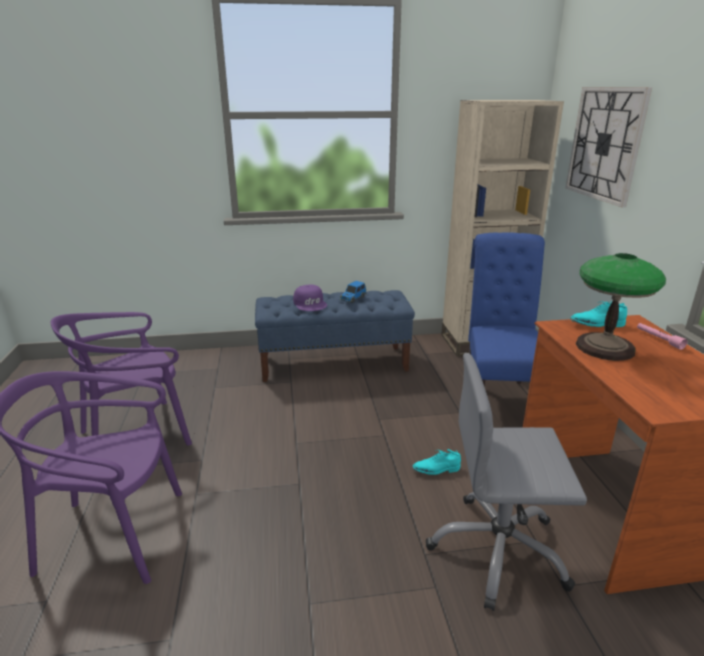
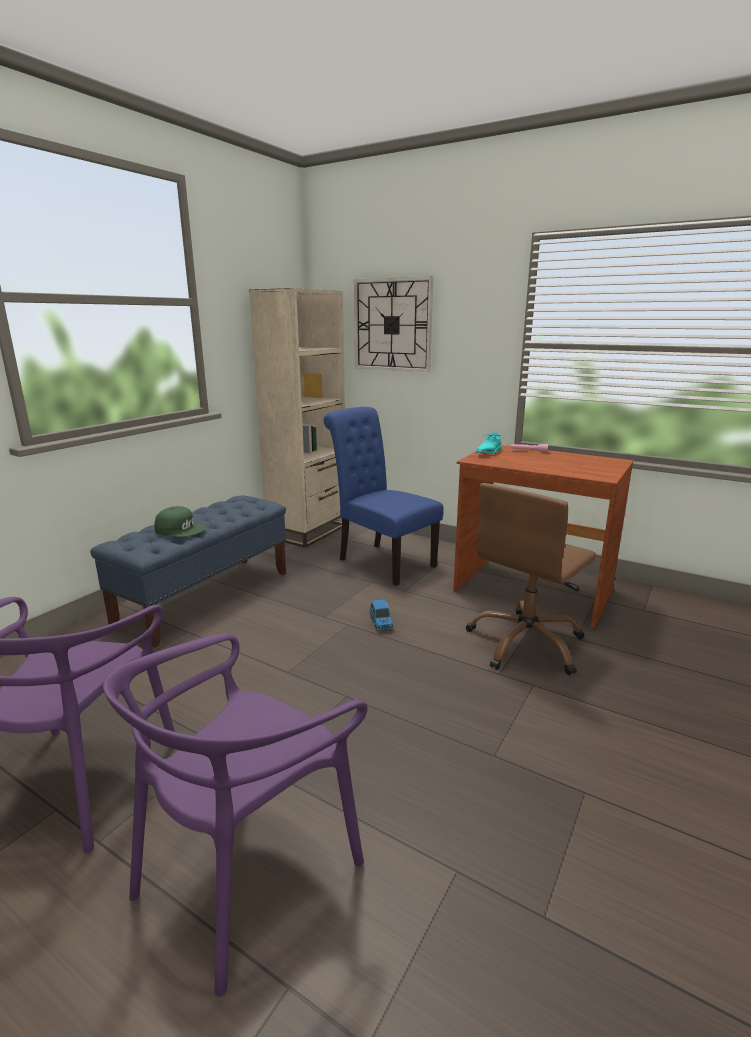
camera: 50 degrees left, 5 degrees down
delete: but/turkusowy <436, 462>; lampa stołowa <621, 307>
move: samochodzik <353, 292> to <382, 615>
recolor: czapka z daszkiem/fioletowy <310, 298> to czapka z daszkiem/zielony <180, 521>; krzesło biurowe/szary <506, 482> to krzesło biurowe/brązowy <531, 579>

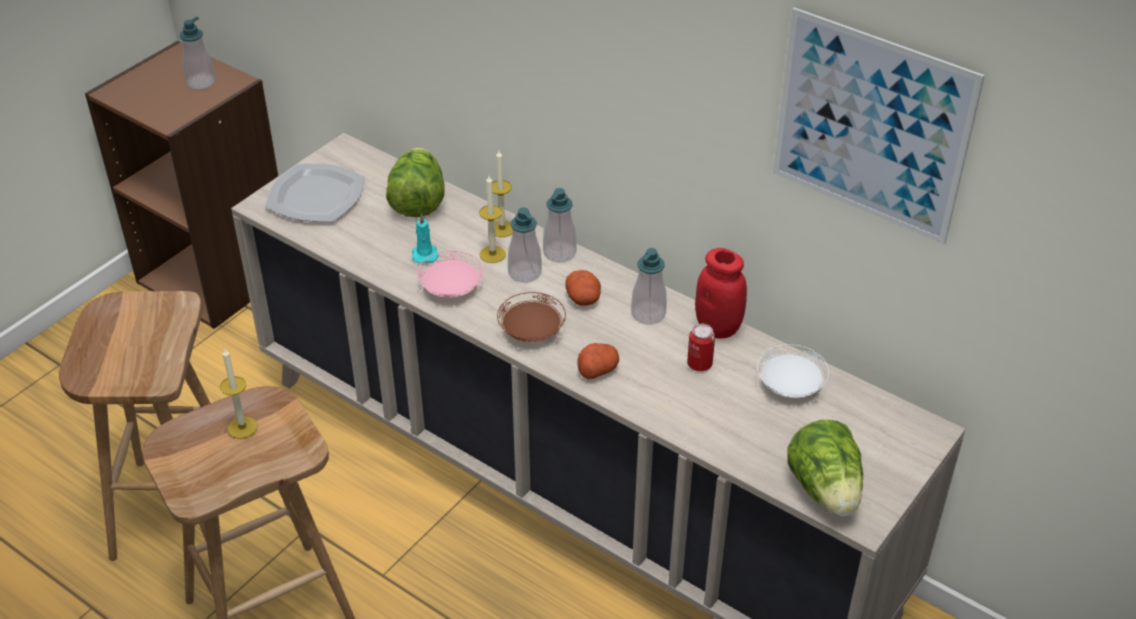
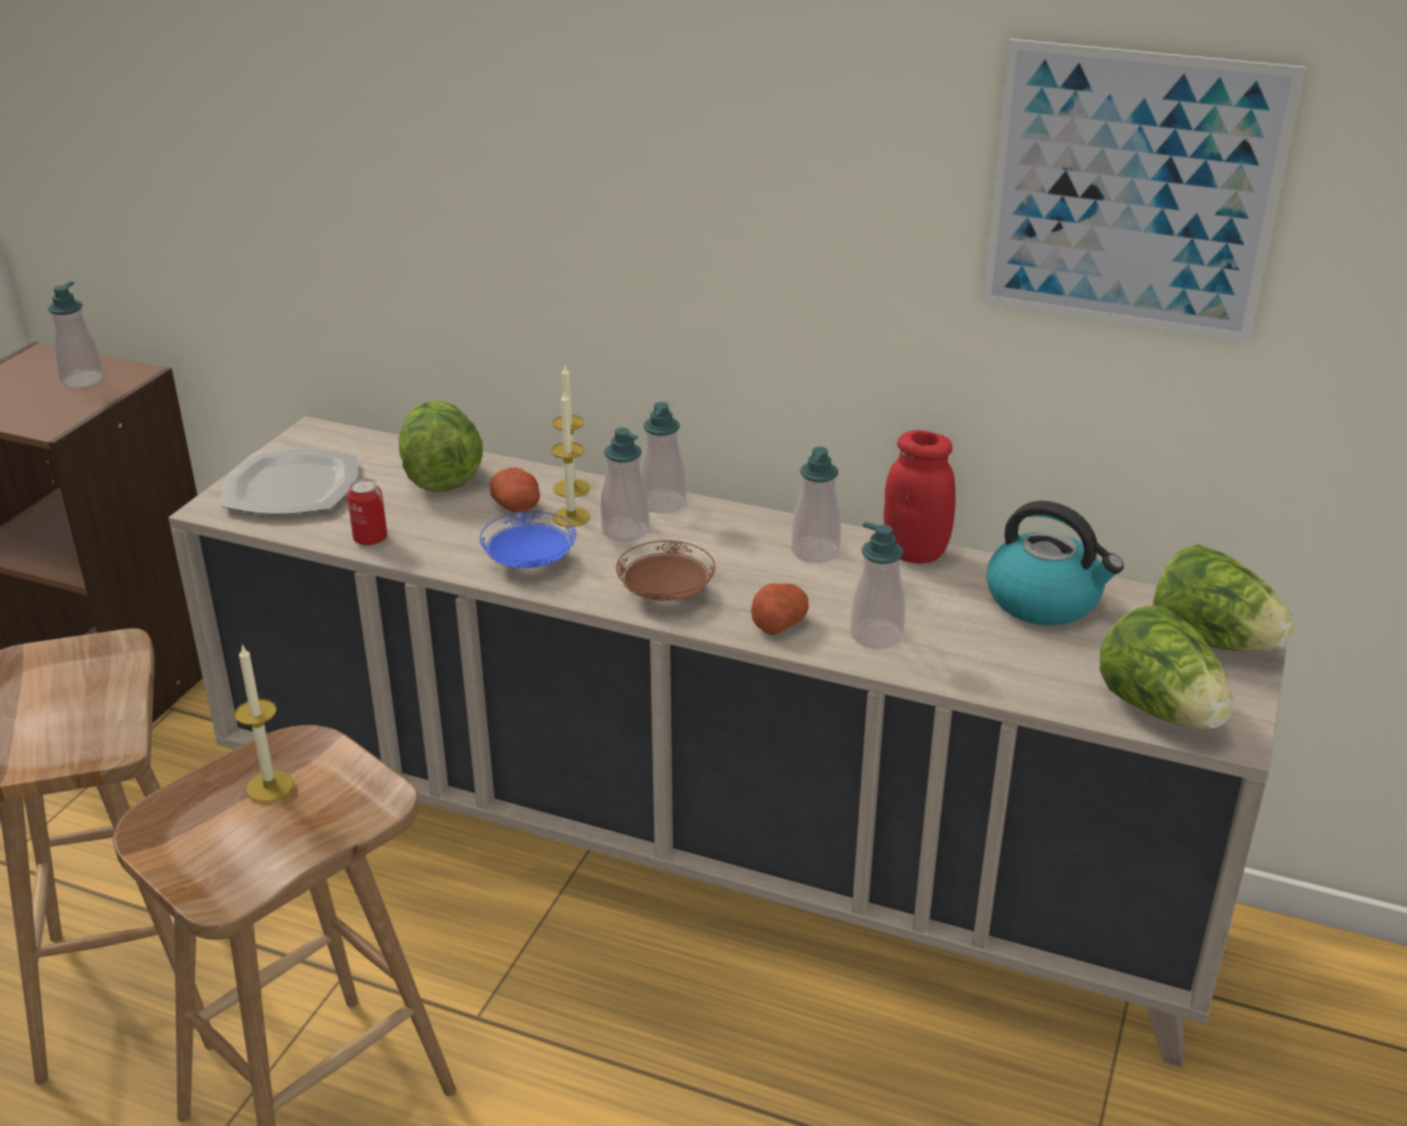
camera: 15 degrees left, 10 degrees down
delete: świeca/turkusowy <425, 239>
insert: dozownik mydła <877, 585>; sałata <1224, 597>
move: ziemniak <583, 288> to <515, 490>; puszka <701, 347> to <367, 512>
replace: talerz/biały <793, 371> to czajnik <1055, 563>
recolor: talerz/różowy <450, 274> to talerz/niebieski <528, 539>

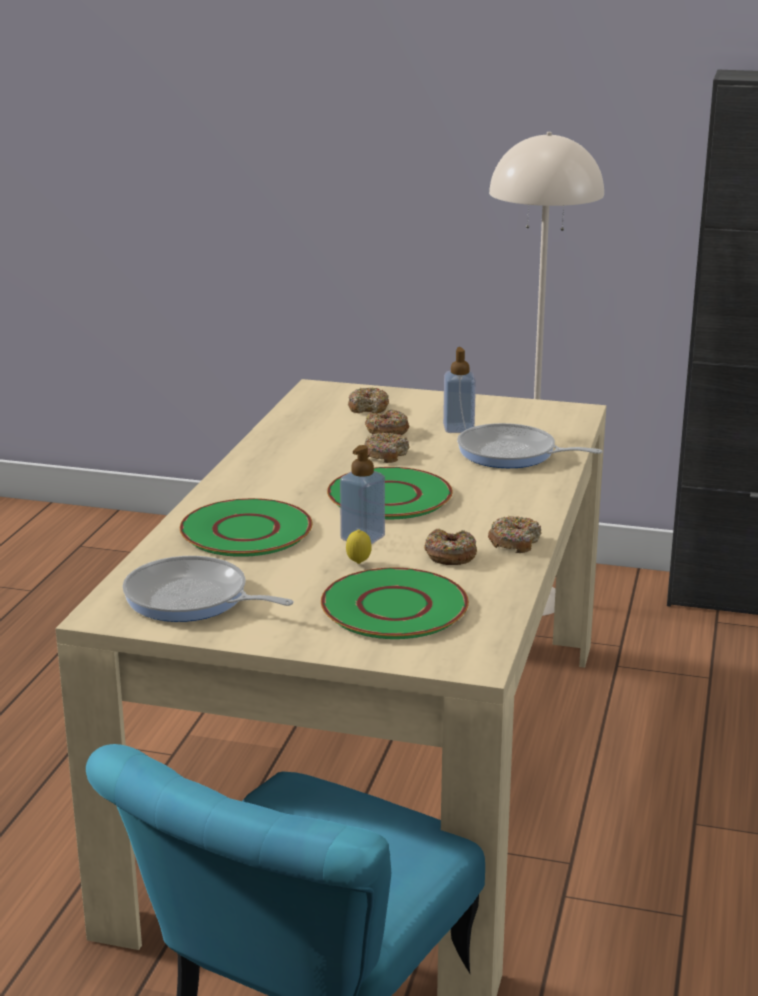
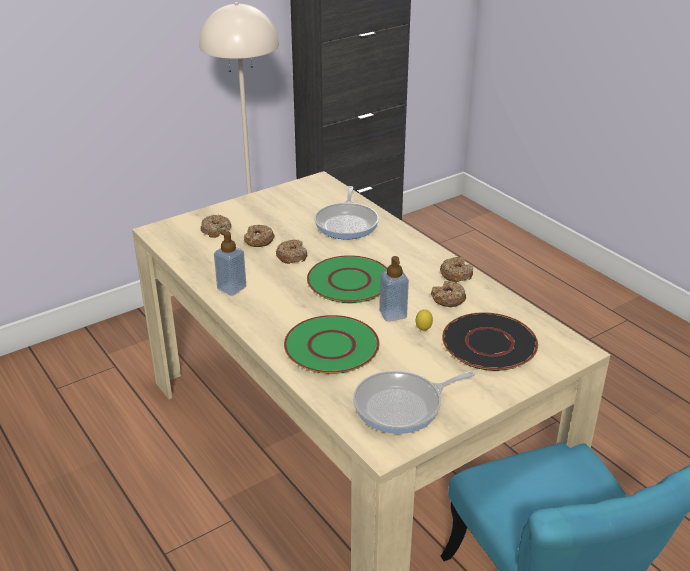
camera: 50 degrees left, 10 degrees up
move: dozownik mydła <459, 390> to <230, 263>
recolor: talerz/zielony <395, 603> to talerz/czarny <490, 341>
rotate: patelnia <530, 445> = <347, 212> 60 degrees counterclockwise

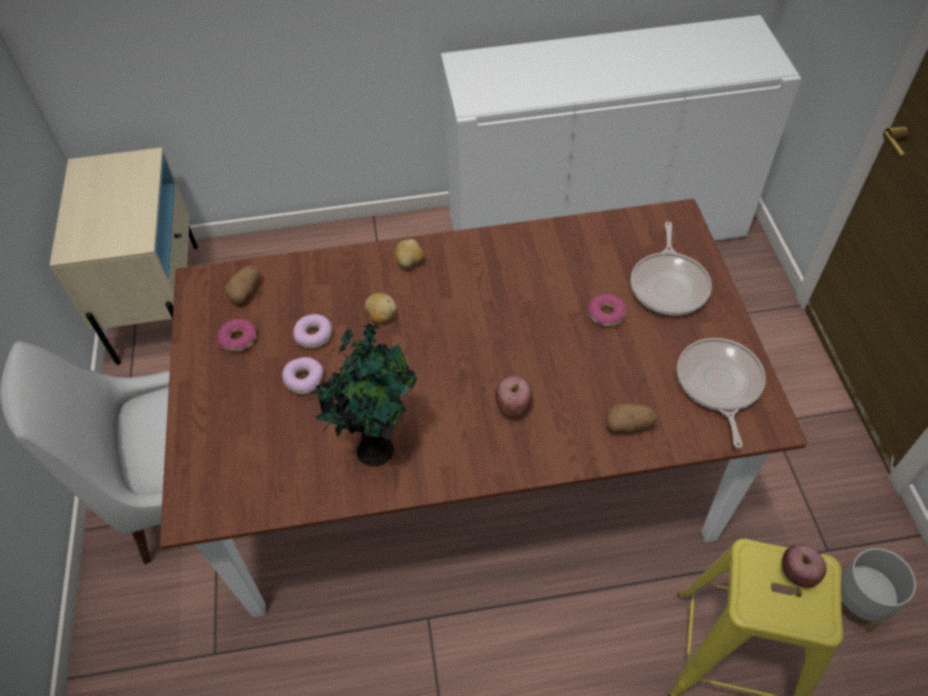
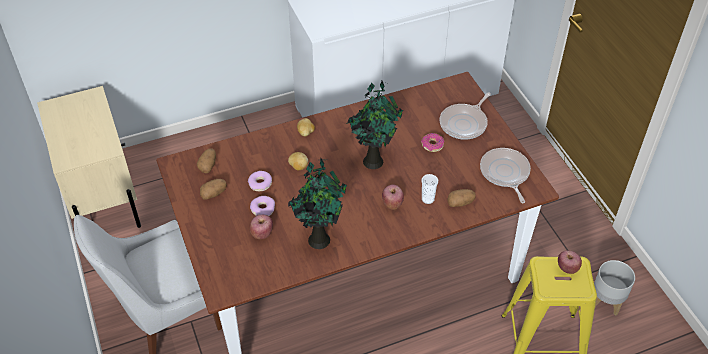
camera: 15 degrees left, 5 degrees down
insert: jabłko <261, 227>; roślina doniczkowa <374, 125>; filiżanka <429, 189>
replace: donut <236, 335> to ziemniak <213, 189>
rotate: patelnia <671, 269> = <465, 116> 45 degrees clockwise

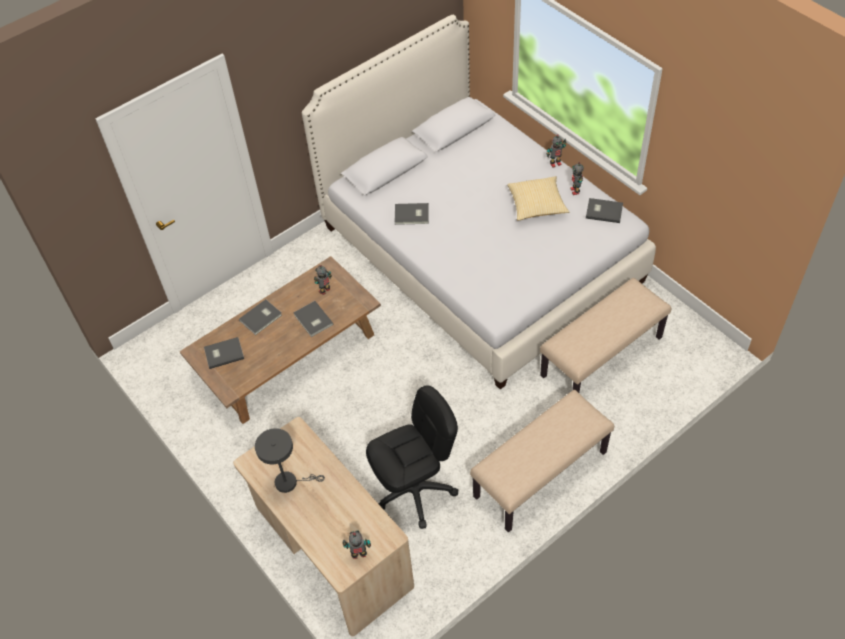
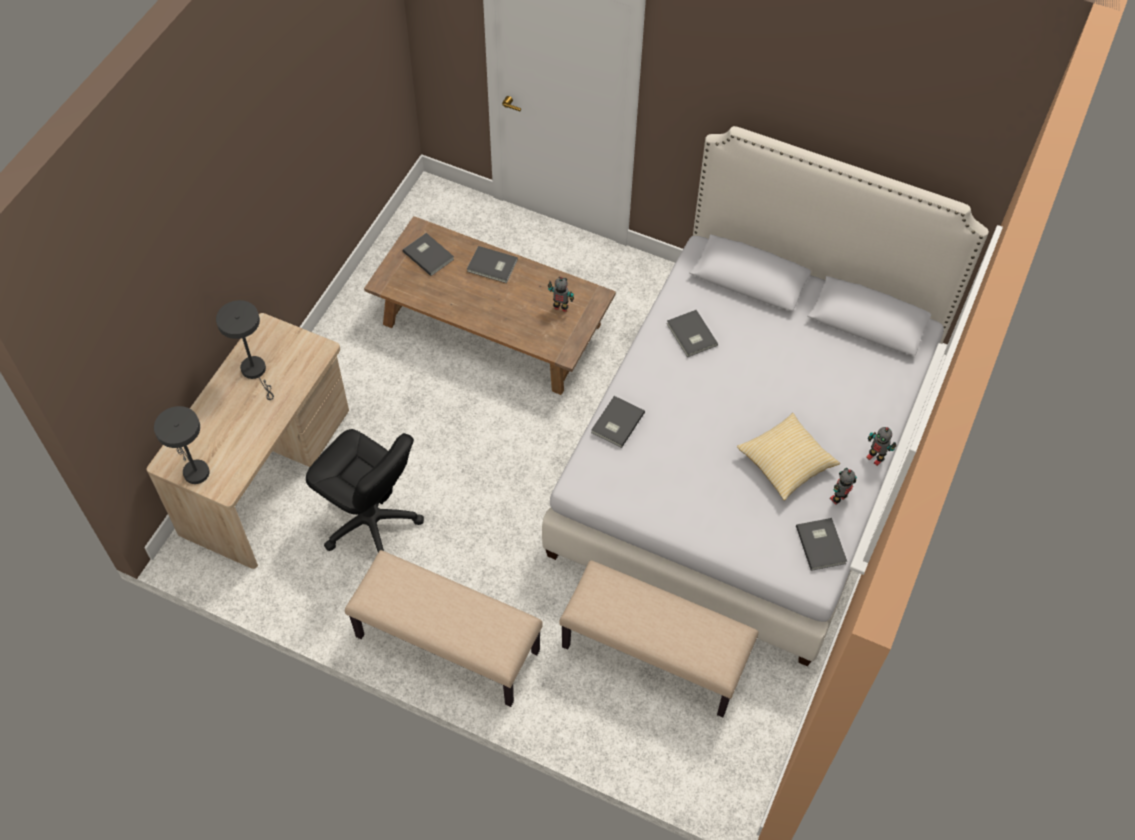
camera: 60 degrees right, 5 degrees up
move: książka/szary <313, 319> to <618, 422>
replace: robot zabawkowy <356, 544> to lampa stołowa/szary <182, 445>

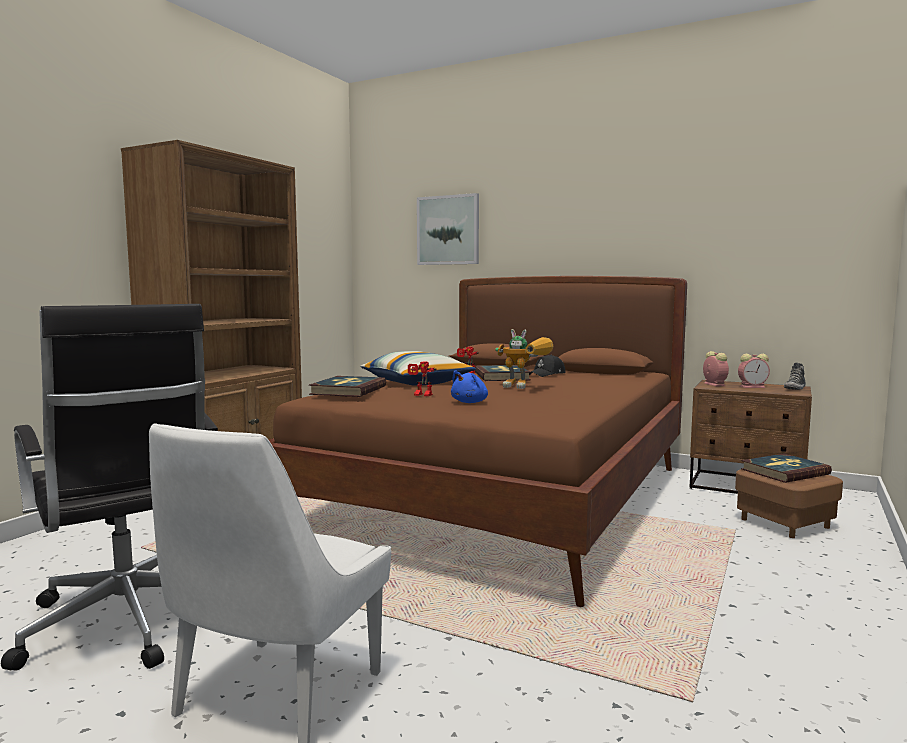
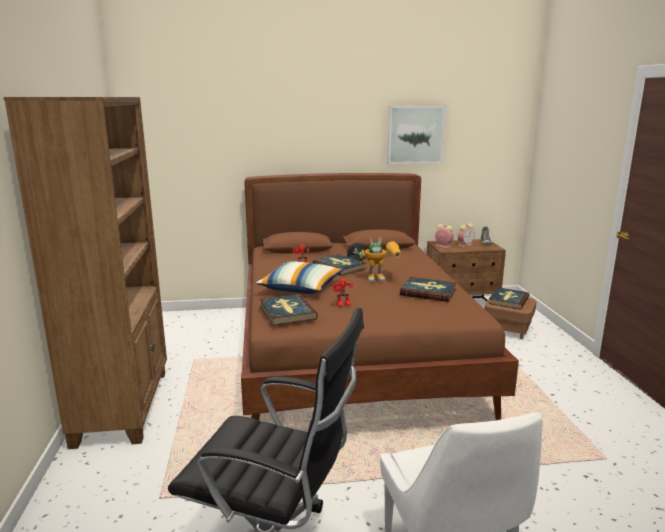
camera: 35 degrees left, 10 degrees up
delete: pluszak/niebieski <469, 387>
insert: książka <428, 289>
move: obraz <448, 229> to <416, 135>

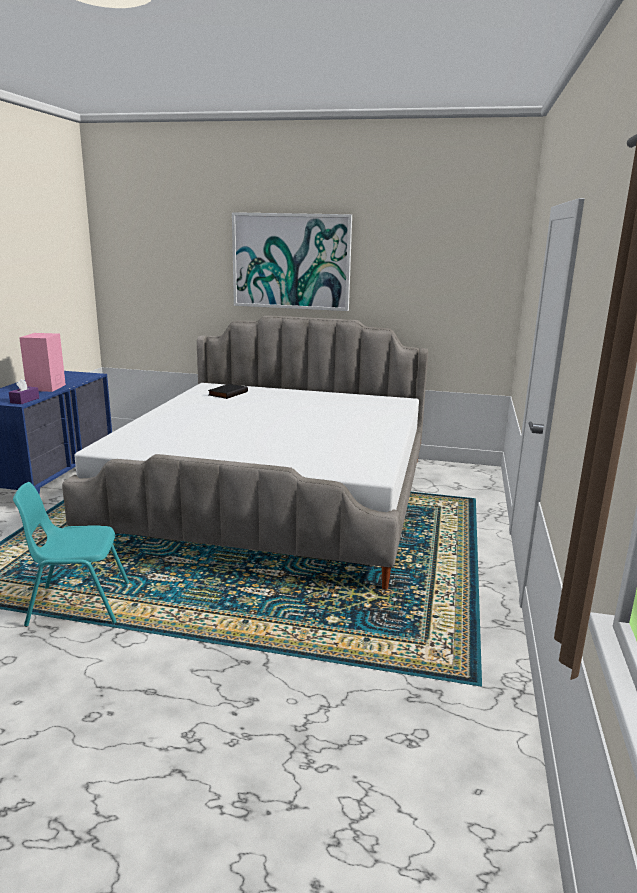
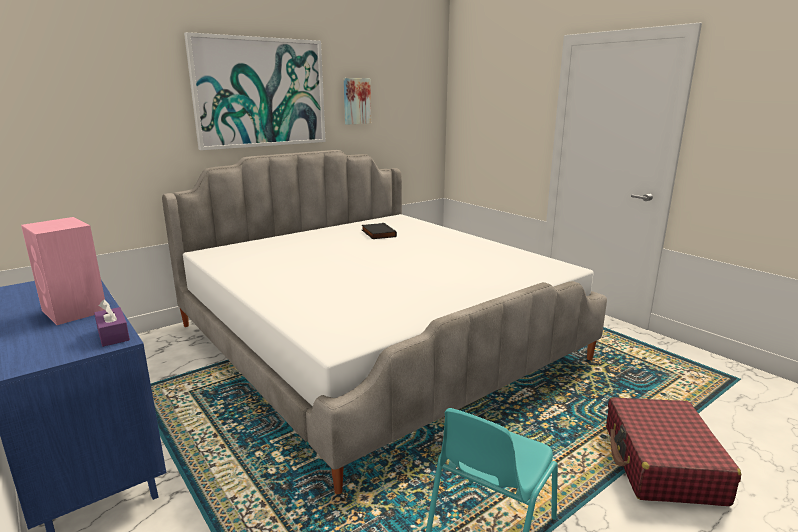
camera: 50 degrees left, 0 degrees up
insert: obraz <357, 101>; walizka/czerwony <673, 451>
move: książka/czarny <228, 391> to <379, 231>

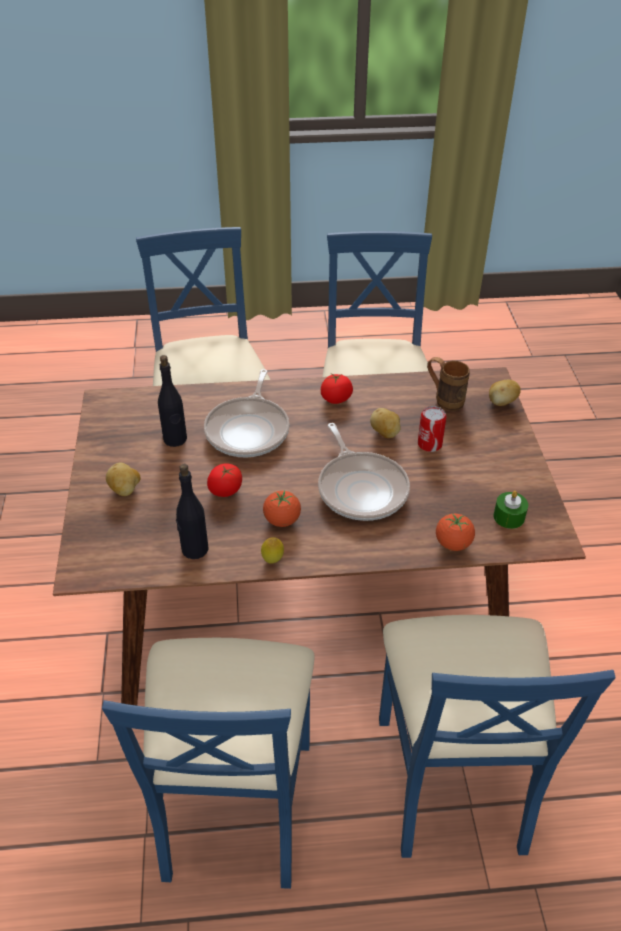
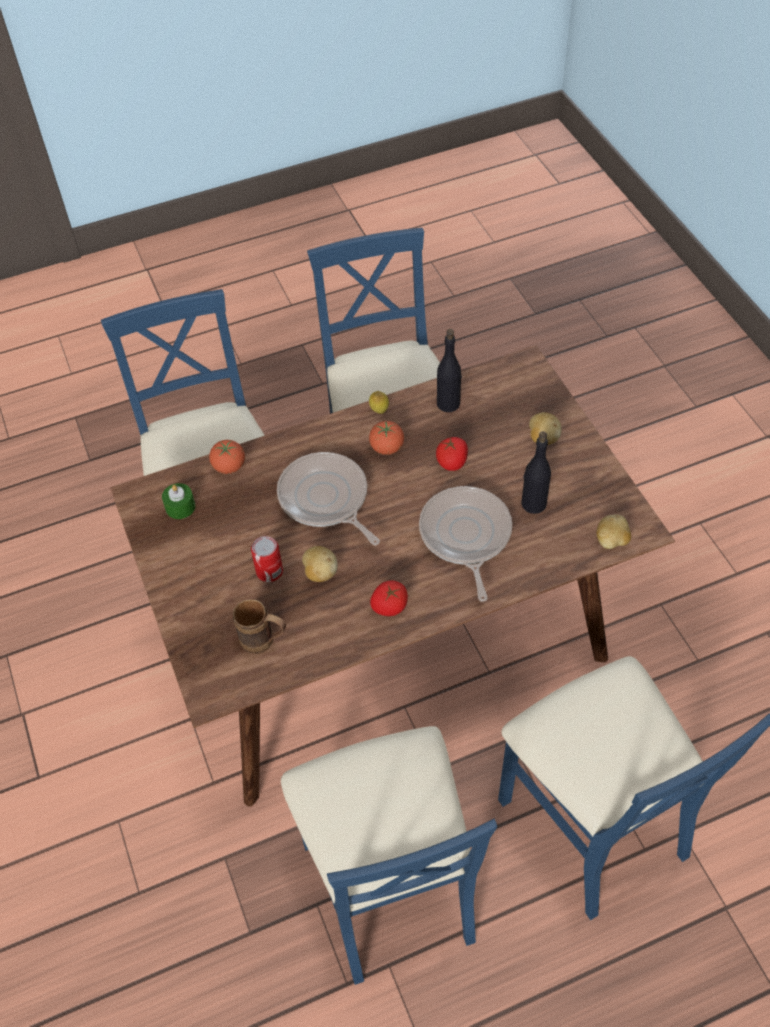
camera: 165 degrees right, 10 degrees up
move: ziemniak <504, 393> to <614, 532>

